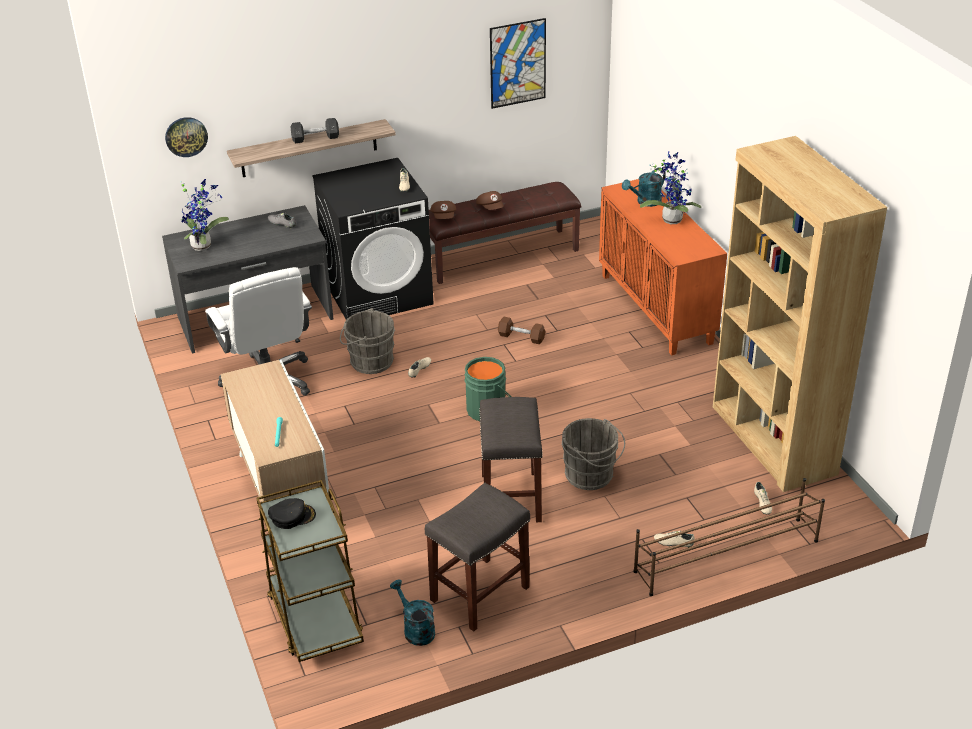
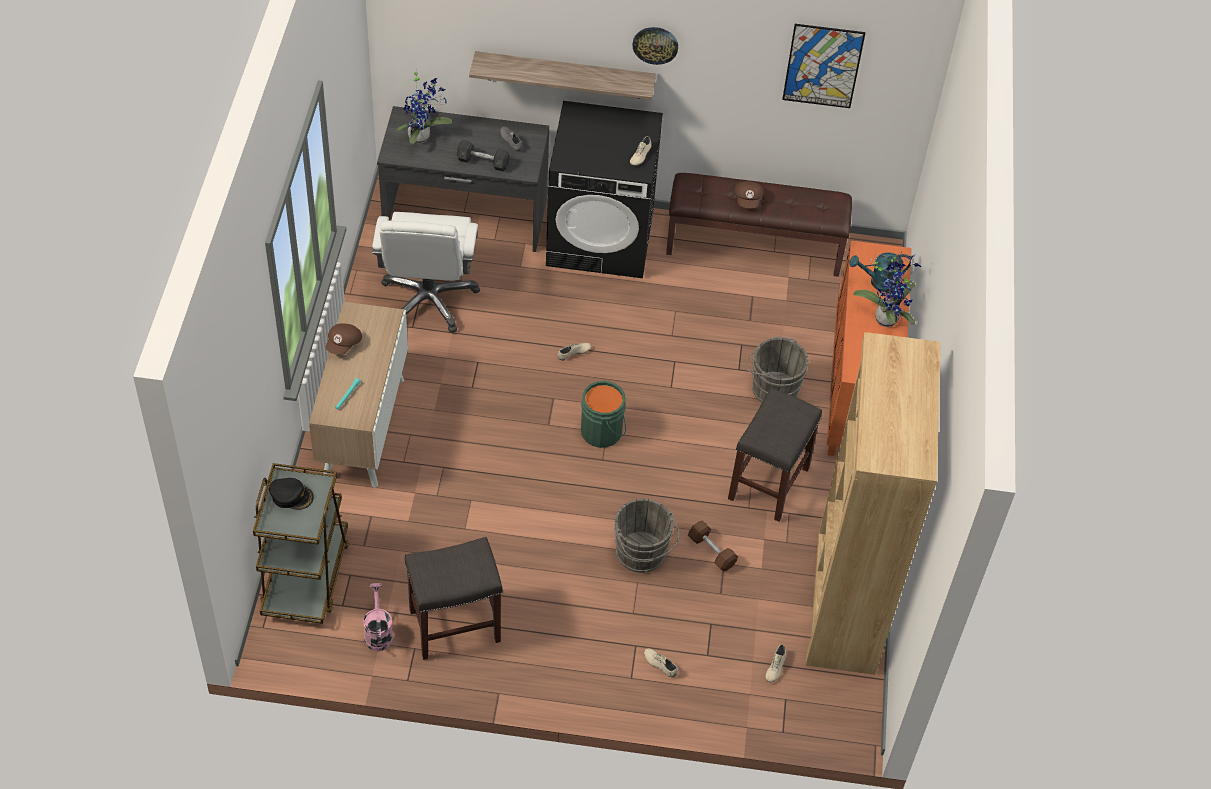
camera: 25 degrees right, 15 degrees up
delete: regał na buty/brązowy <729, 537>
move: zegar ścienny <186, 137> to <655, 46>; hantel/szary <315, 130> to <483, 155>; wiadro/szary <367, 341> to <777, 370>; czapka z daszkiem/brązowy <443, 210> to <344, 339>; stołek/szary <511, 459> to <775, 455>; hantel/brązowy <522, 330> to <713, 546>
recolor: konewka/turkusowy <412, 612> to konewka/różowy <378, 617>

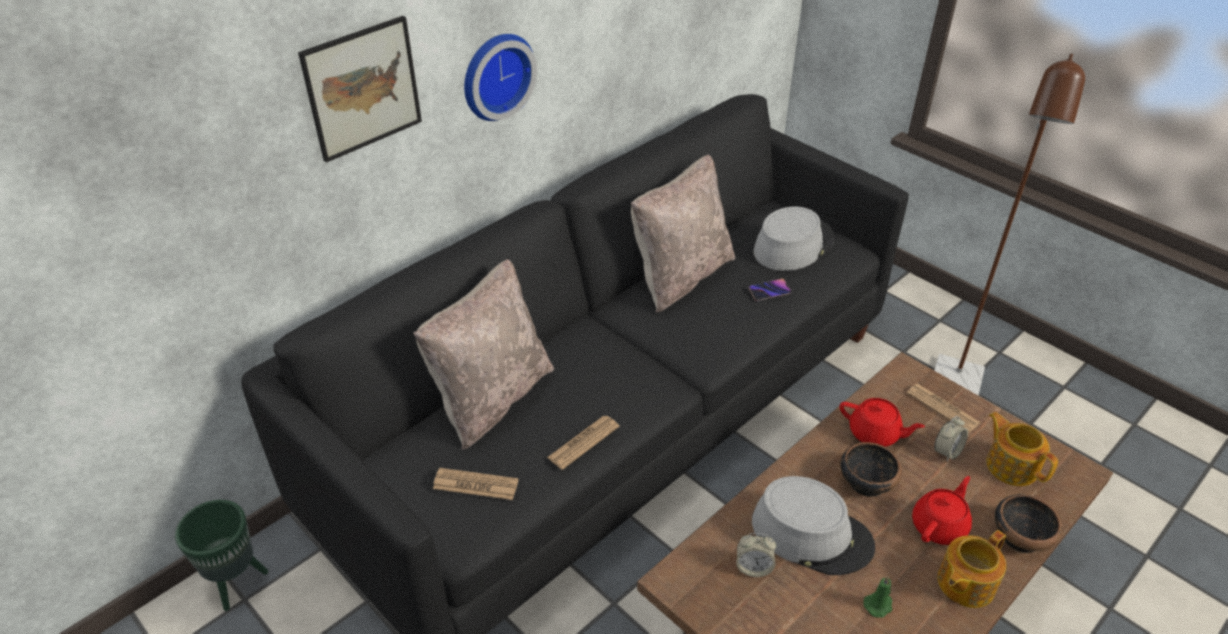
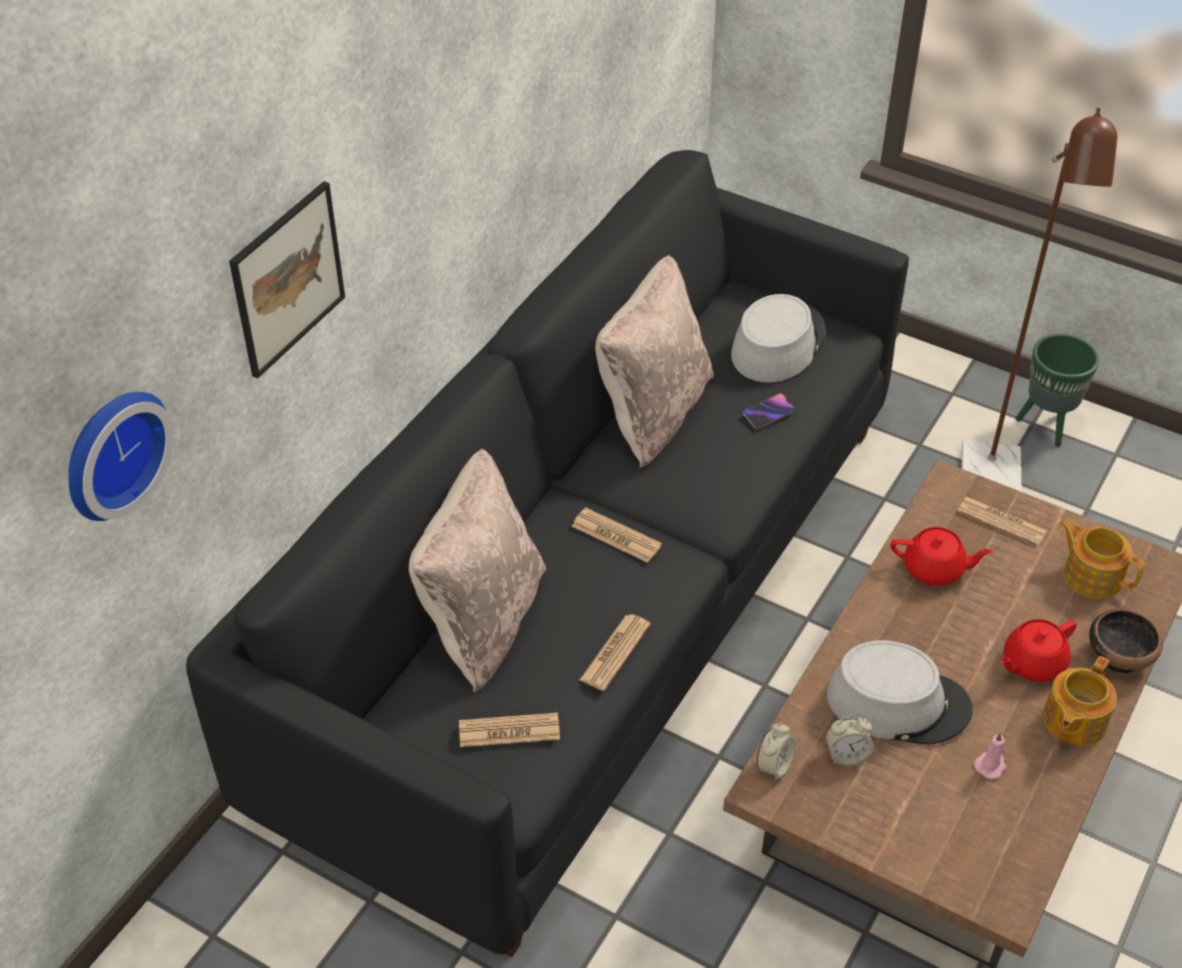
camera: 15 degrees left, 5 degrees up
delete: miska <871, 469>
insert: gazeta <617, 535>
move: donica/zielony <221, 555> to <1057, 390>; zegar ścienny <500, 77> to <121, 456>; budzik <951, 439> to <776, 751>
recolor: świeca/zielony <878, 597> to świeca/różowy <990, 755>
rotate: imbryk/czerwony <942, 510> = <1038, 650> 150 degrees counterclockwise

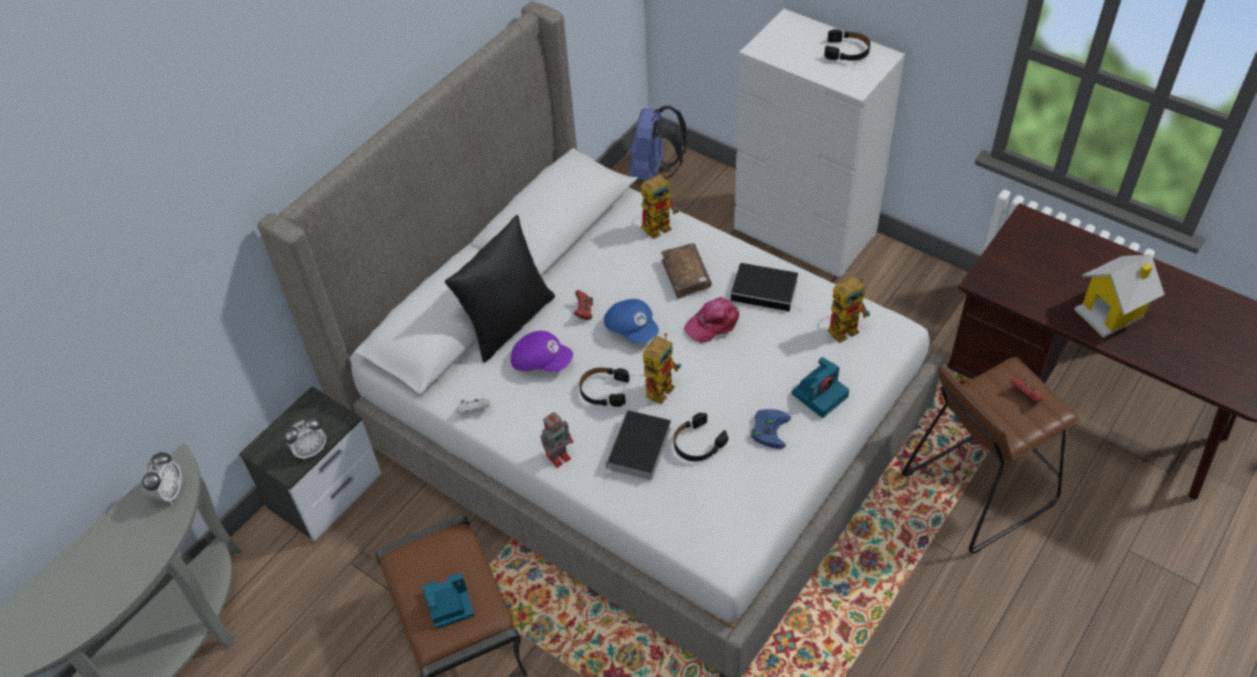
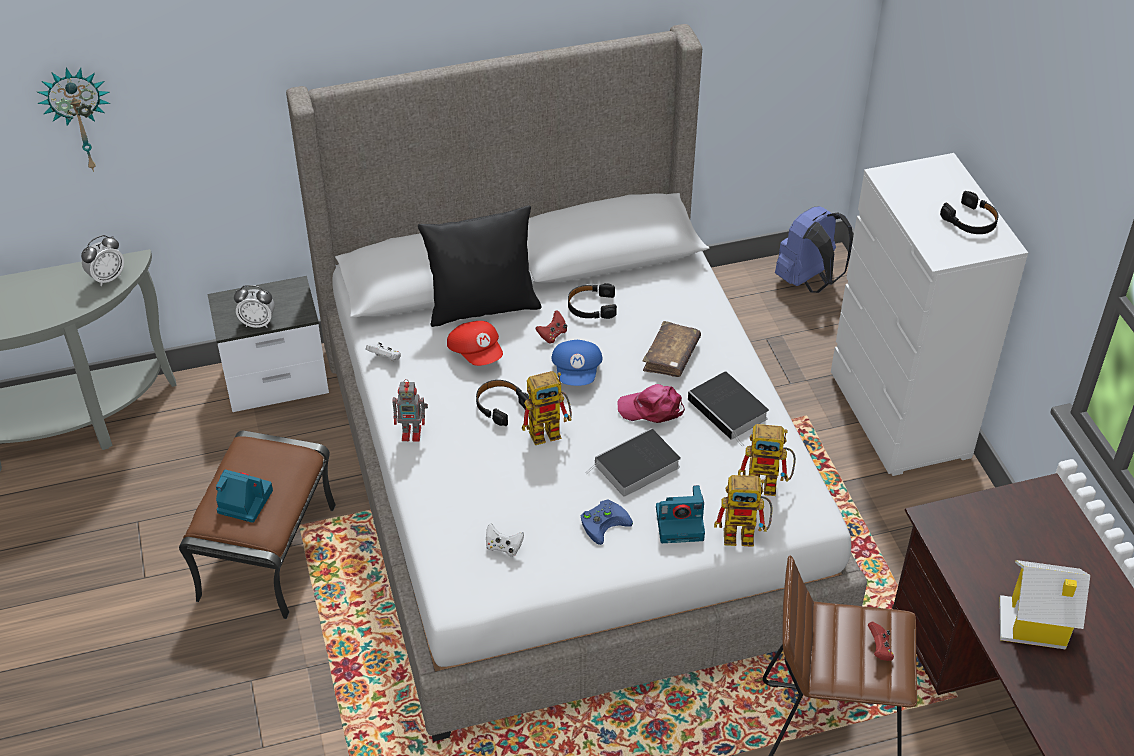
camera: 35 degrees right, 5 degrees down
insert: zegar ścienny <73, 120>; pad do gier/biały <505, 540>
move: książka <638, 445> to <633, 462>; robot zabawkowy <660, 206> to <743, 511>; słuchawki/czarny <701, 437> to <592, 301>
recolor: czapka z daszkiem/fioletowy <542, 351> to czapka z daszkiem/czerwony <475, 343>

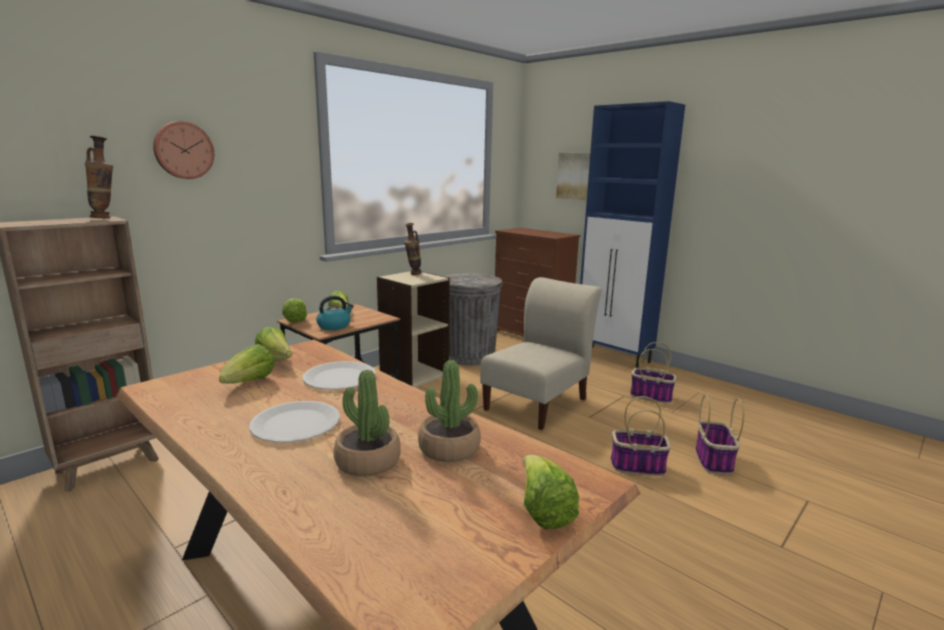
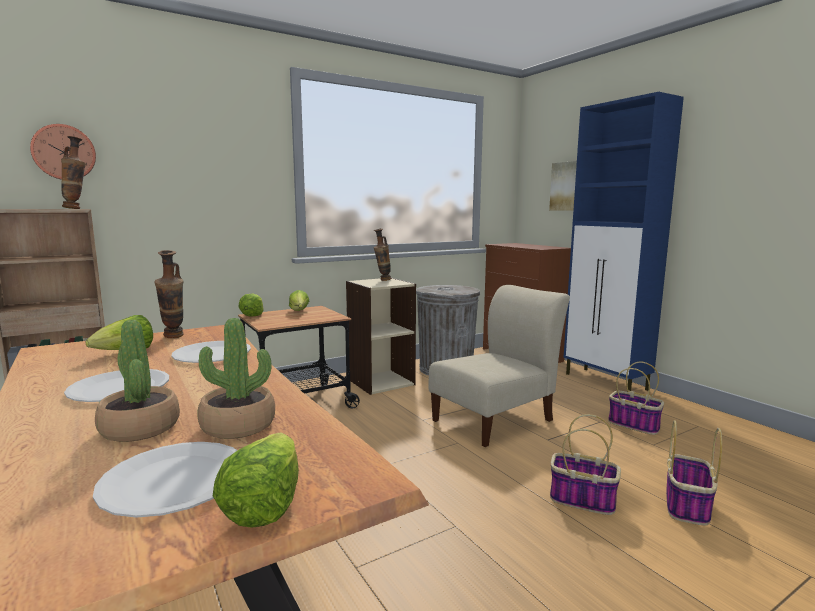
camera: 15 degrees right, 5 degrees down
delete: czajnik <335, 312>
insert: talerz/biały <165, 480>
move: zegar ścienny <183, 150> to <63, 152>
replace: sałata <273, 344> to wazon <169, 294>

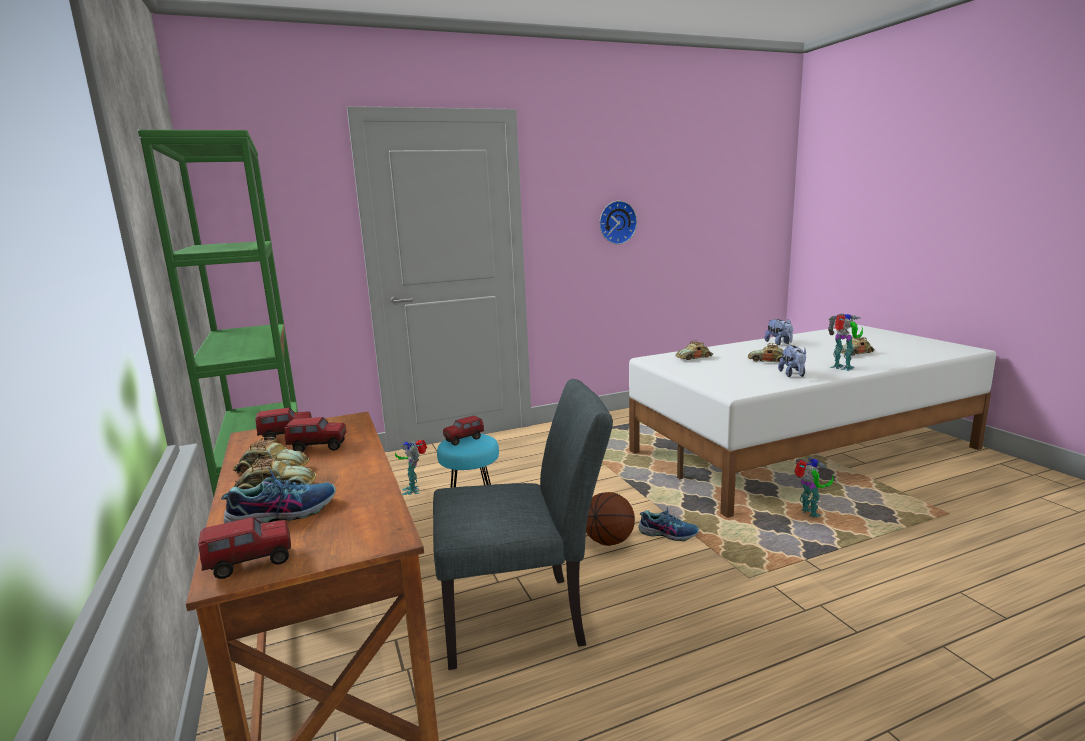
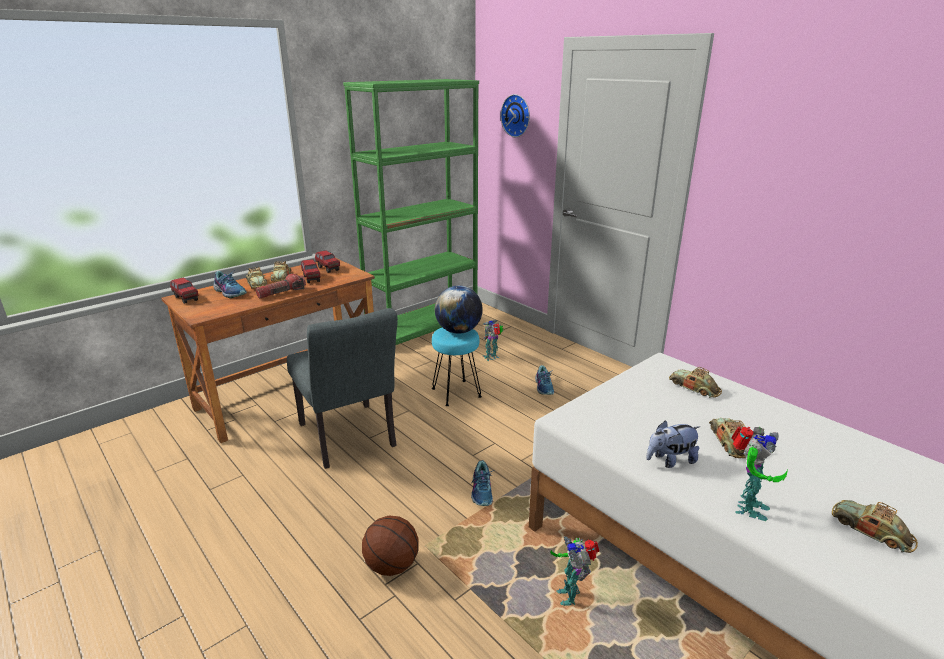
camera: 70 degrees right, 10 degrees up
delete: pluszak <778, 332>
insert: latarka <280, 286>; but <544, 380>
move: piłka do koszykówki <610, 519> to <390, 545>; zegar ścienny <618, 223> to <515, 115>
replace: ciężarówka zabawkowa <463, 431> to globus <459, 309>
rotate: robot zabawkowy <814, 487> = <574, 571> 120 degrees clockwise

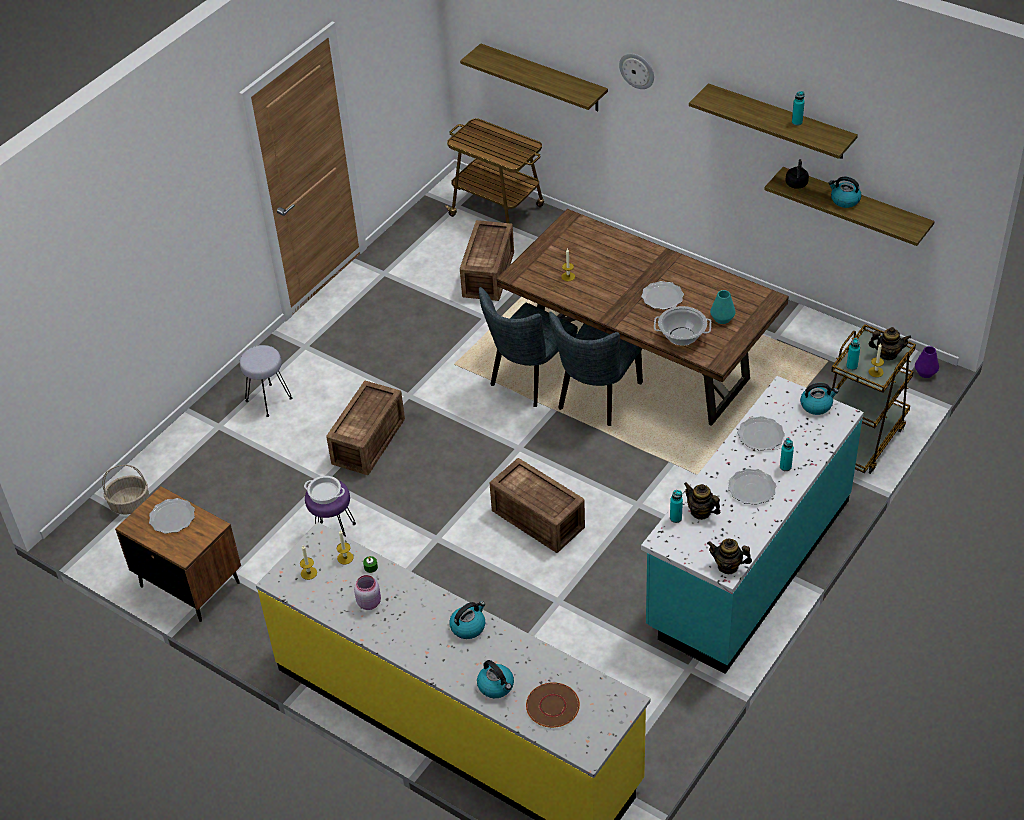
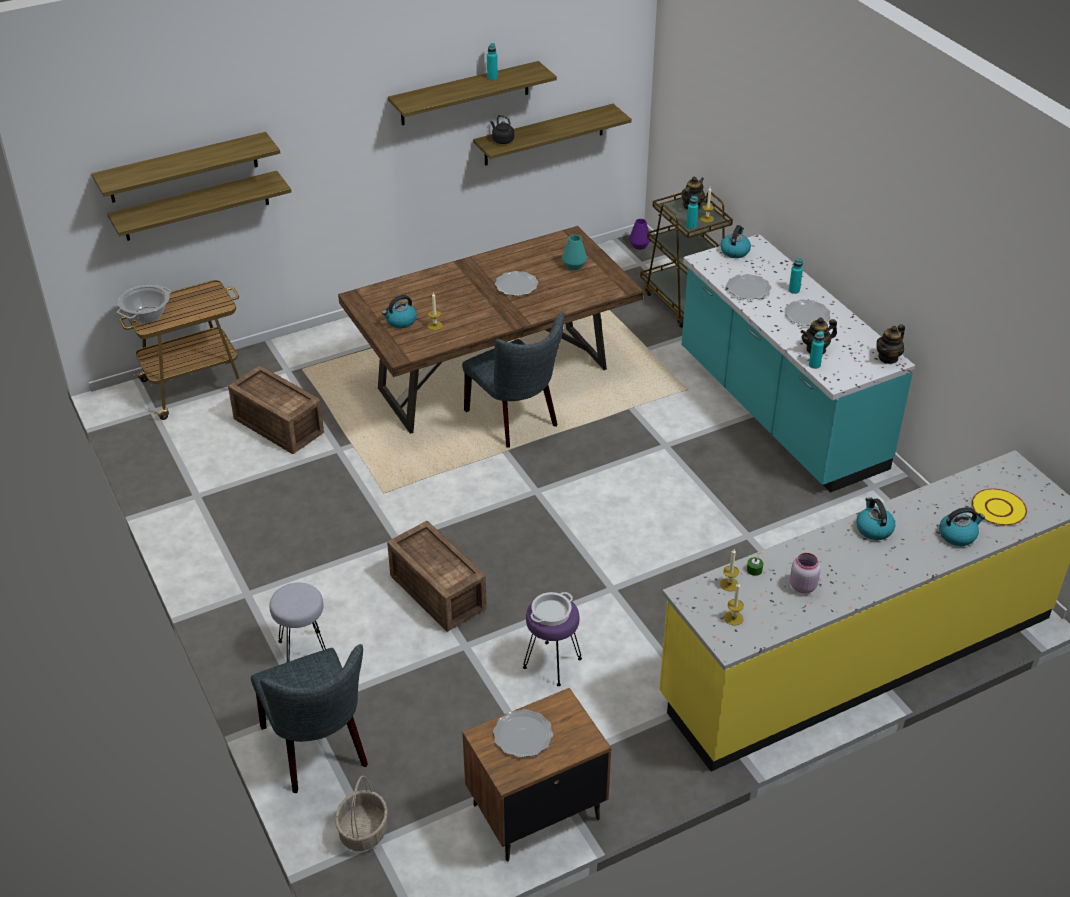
camera: 65 degrees left, 5 degrees down
delete: skrzynka <537, 505>; zegar ścienny <636, 71>
insert: półka <186, 167>
move: krzesło/szary <528, 347> to <309, 718>; garnek <682, 326> to <144, 304>; czajnik <844, 192> to <399, 311>
recolor: talerz/brązowy <553, 705> to talerz/żółty <999, 507>

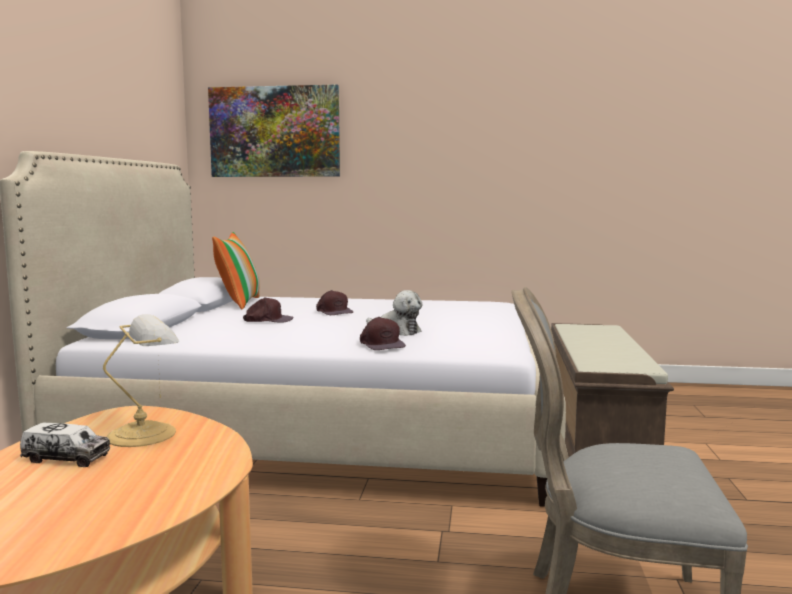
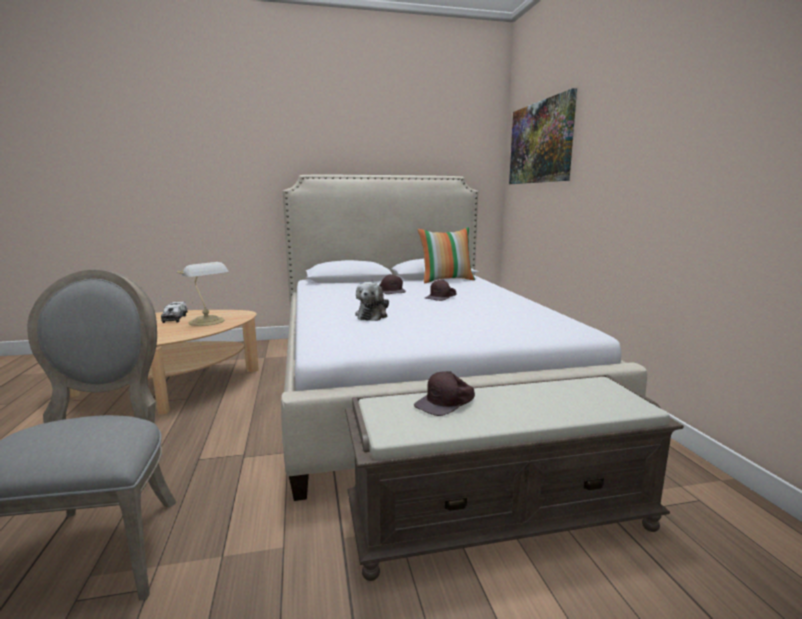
camera: 70 degrees right, 5 degrees up
move: czapka z daszkiem/brązowy <383, 333> to <444, 393>

